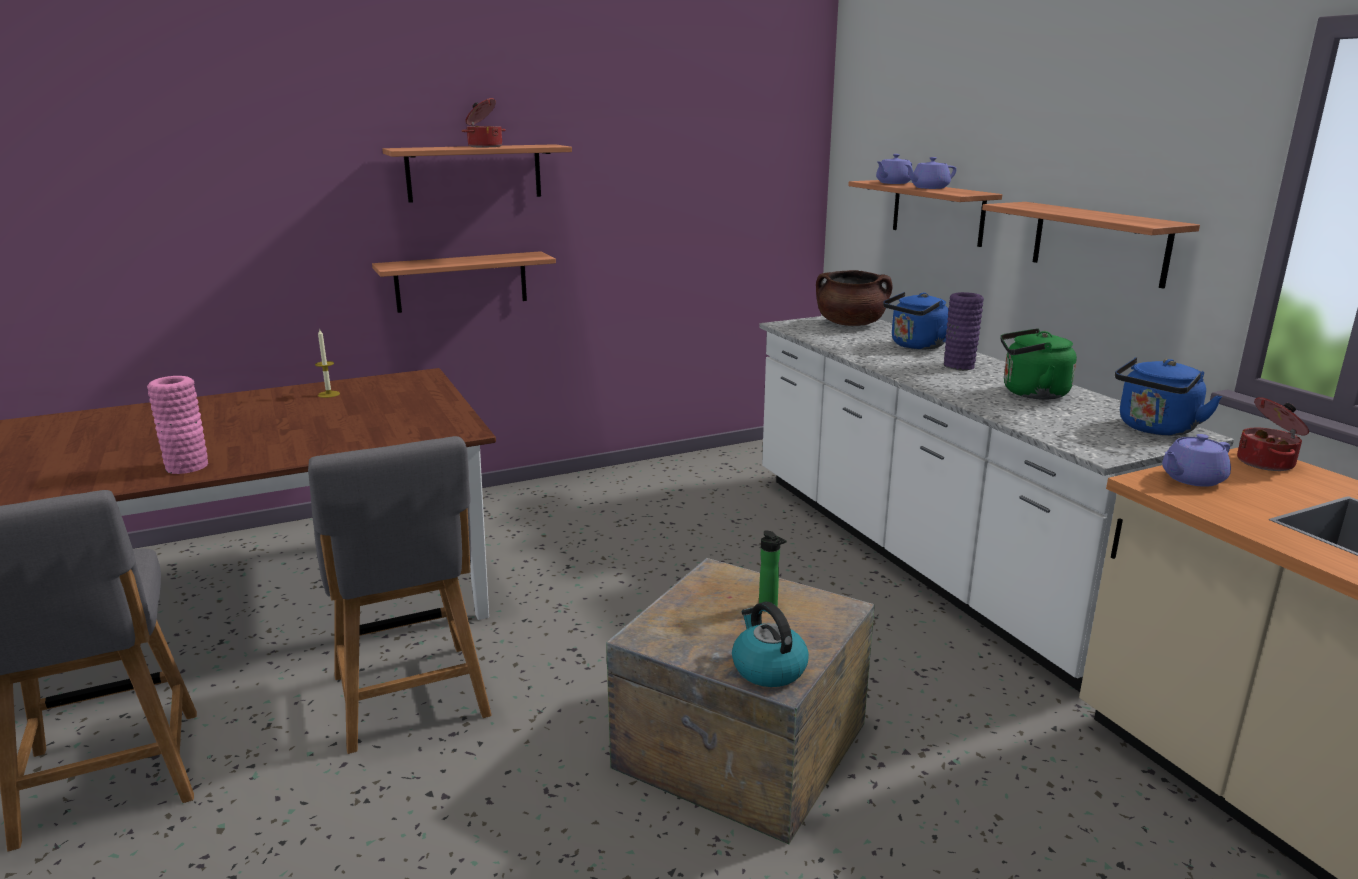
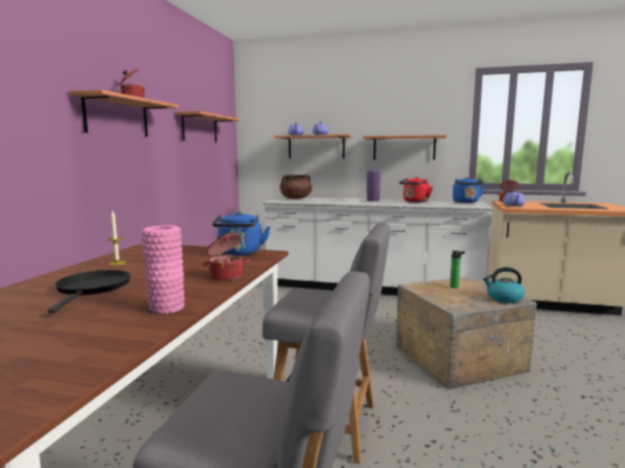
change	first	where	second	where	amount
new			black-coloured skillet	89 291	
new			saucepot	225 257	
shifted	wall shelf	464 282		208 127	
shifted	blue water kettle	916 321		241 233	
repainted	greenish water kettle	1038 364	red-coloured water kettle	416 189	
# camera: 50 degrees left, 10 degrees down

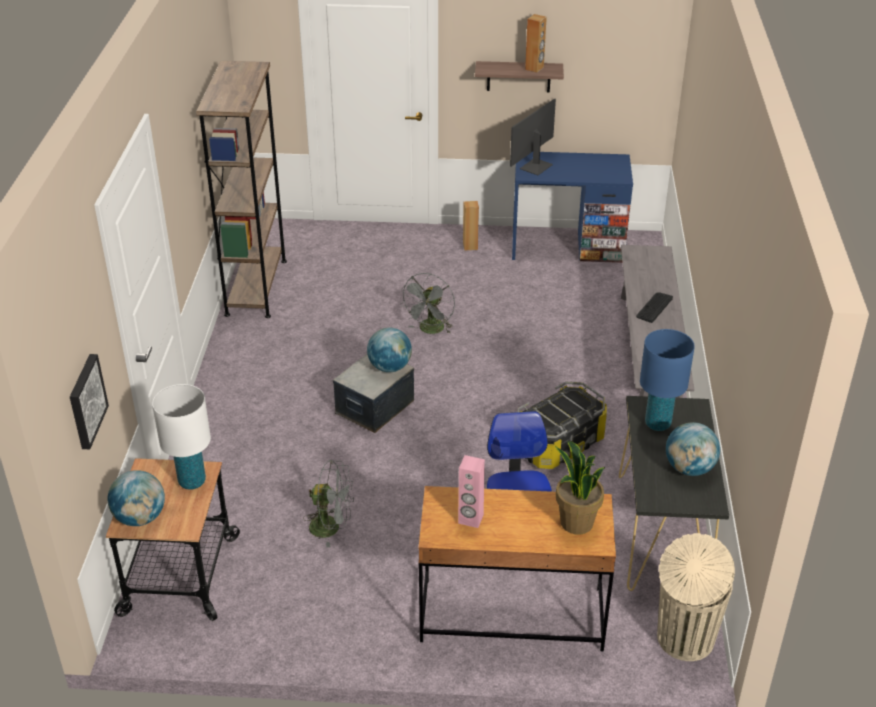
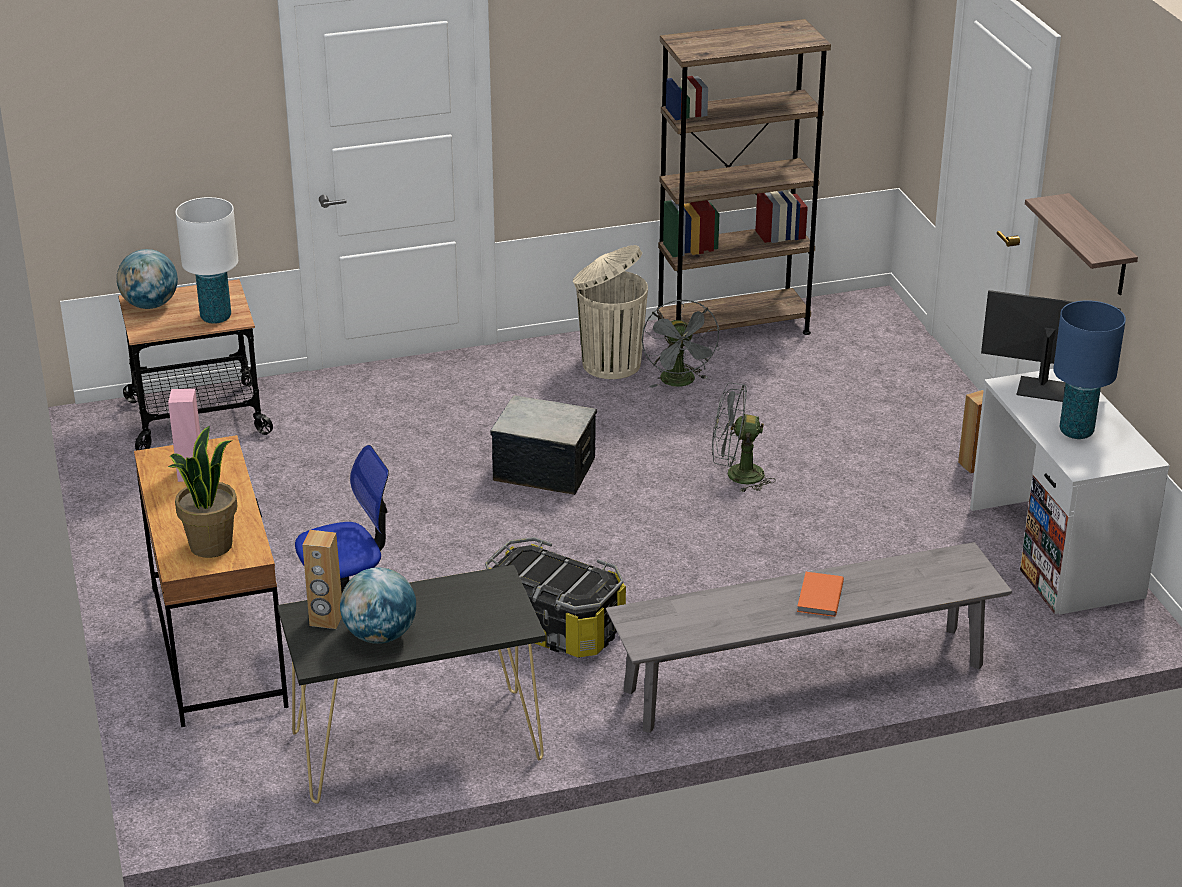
change	first	where	second	where	amount
gone	picture	89 401			
gone	world globe	389 350			
shifted	grey cooling fan	328 504		681 343	
shifted	brown-coloured loudspeaker	536 43		322 579	
shifted	blue tabletop lamp	667 380		1089 369	
shifted	beige trash can	696 597		610 312	
swapped	PC keyboard	654 307	orange volume	820 594	
repainted	blue desk	572 207	whitish desk	1070 492	
# camera: 70 degrees right, 5 degrees down

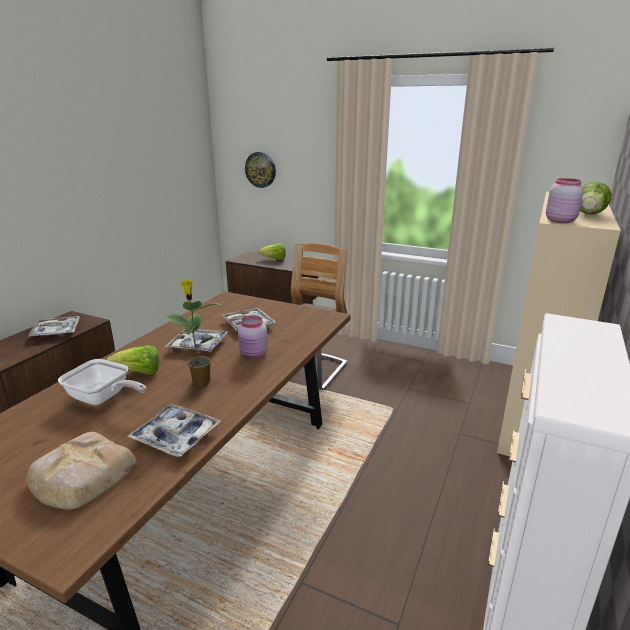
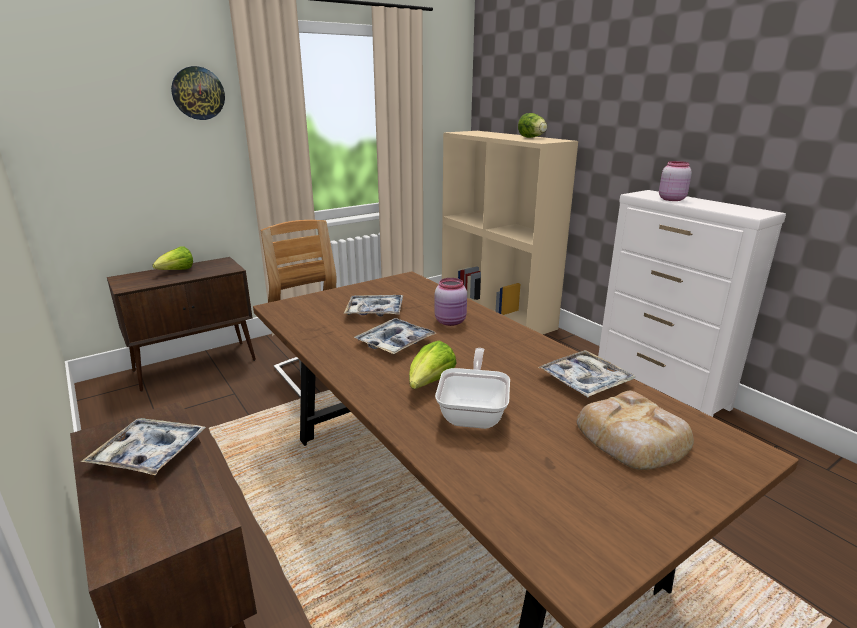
change	first	where	second	where	amount
gone	potted plant	194 333			
shifted	hanging clock	260 170		198 93	
shifted	pink preserve jar	565 200		675 181	
rotated	skillet	102 382		472 388	45 degrees counterclockwise
# camera: 60 degrees left, 0 degrees up

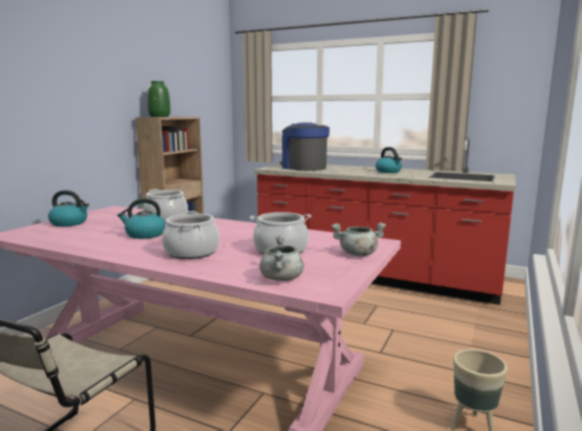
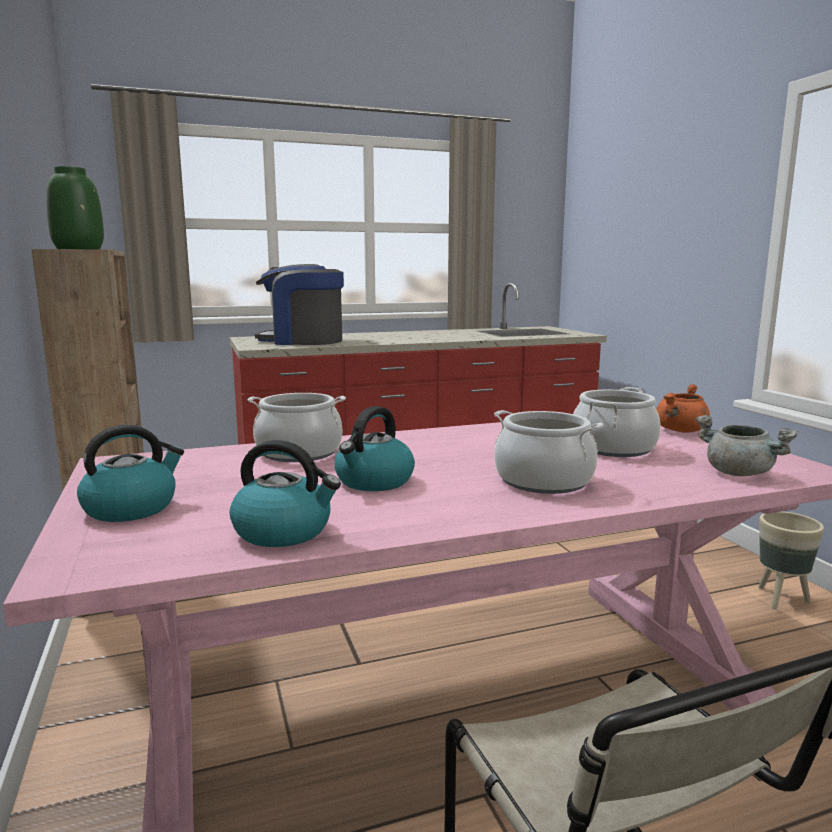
change	first	where	second	where	amount
shifted	water kettle	389 160		285 493	
repainted	grey saucepot	358 239	orange saucepot	683 408	
# camera: 45 degrees left, 0 degrees up

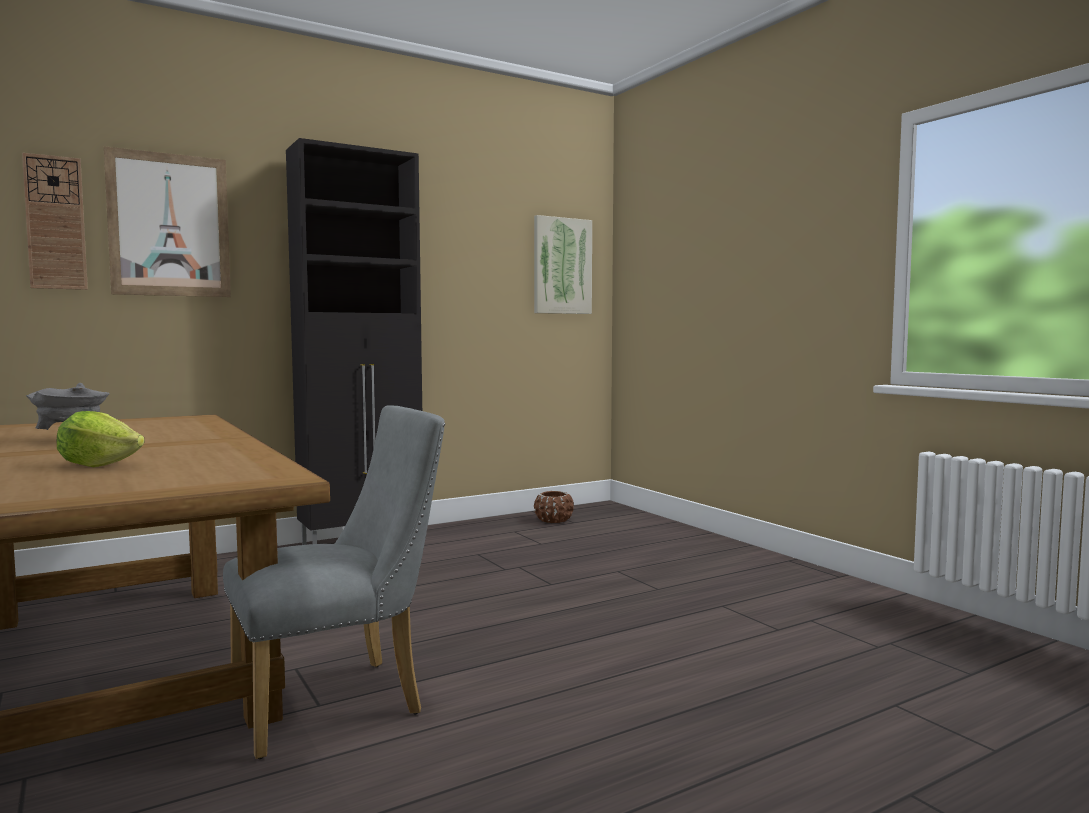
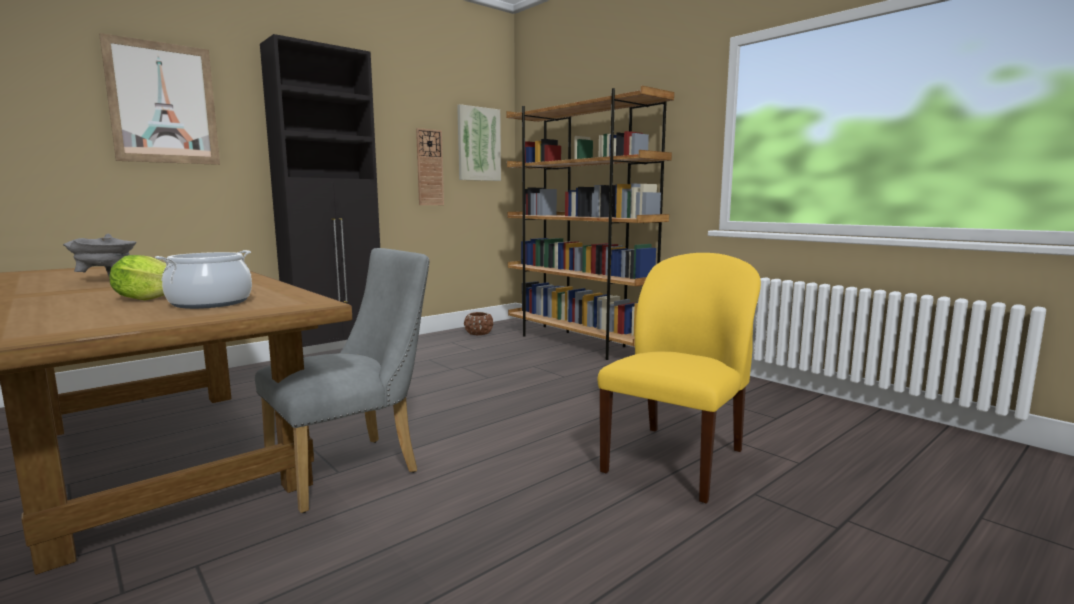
change	first	where	second	where	amount
new			saucepot	203 279	
new			brown-coloured shelving unit	590 223	
new			yellowish plain chair	679 378	
shifted	hanging clock	55 221		430 166	
# camera: 10 degrees left, 5 degrees up

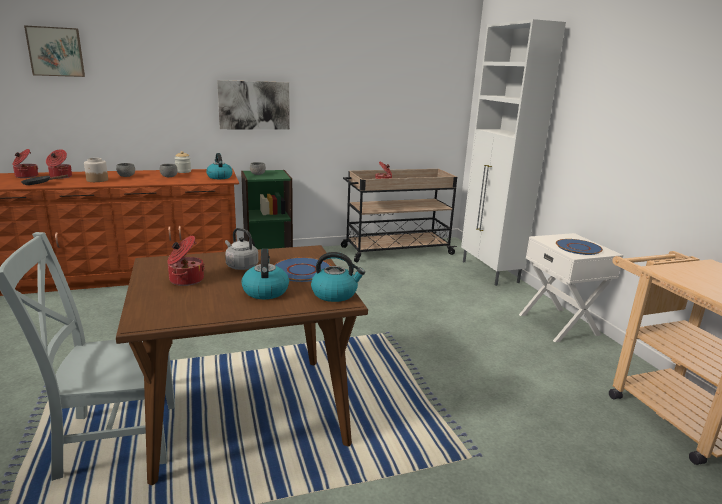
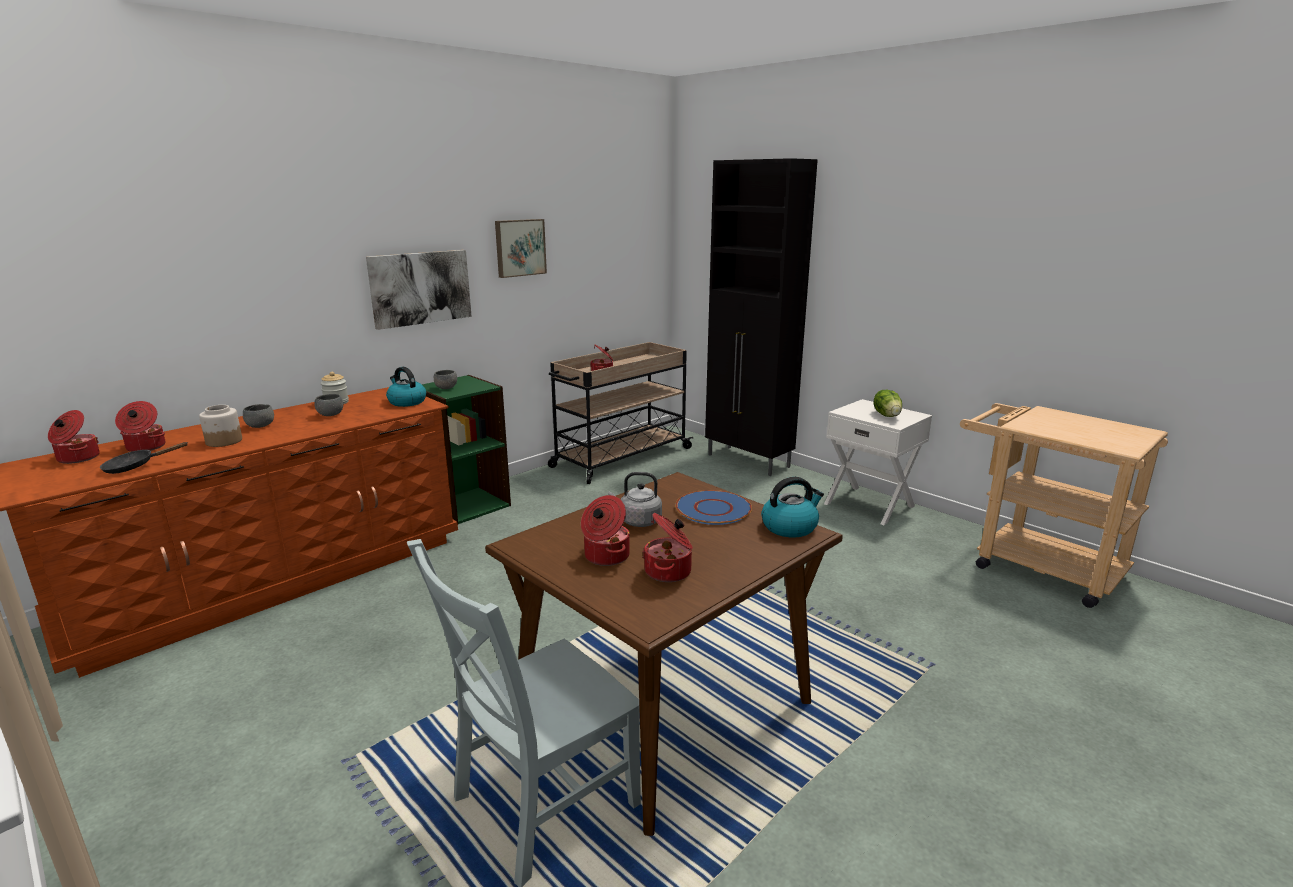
change	first	where	second	where	amount
gone	water kettle	265 274			
new			saucepot	667 547	
shifted	picture	54 51		521 248	
swapped	blue flat dish	579 247	lettuce head	888 403	
repainted	whitish cupboard	513 152	black-coloured cupboard	761 317	
# camera: 25 degrees left, 0 degrees up

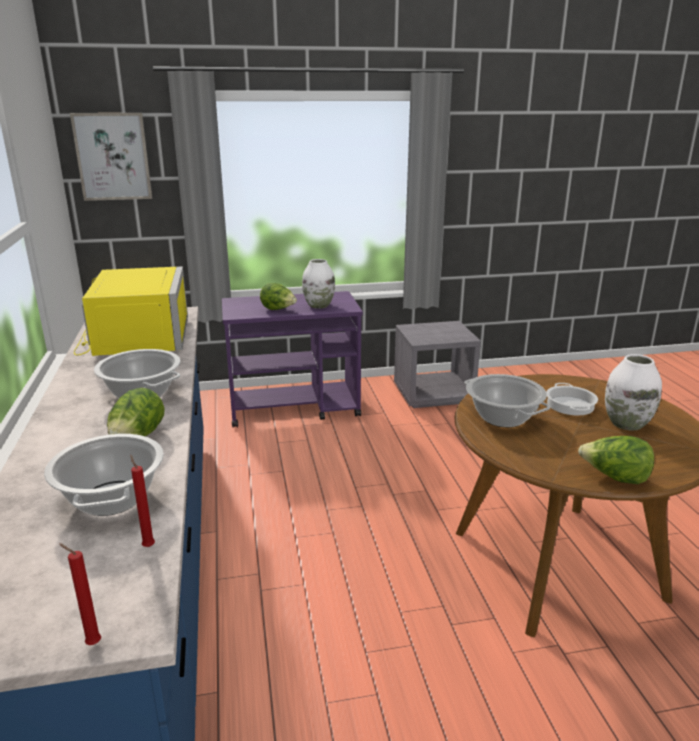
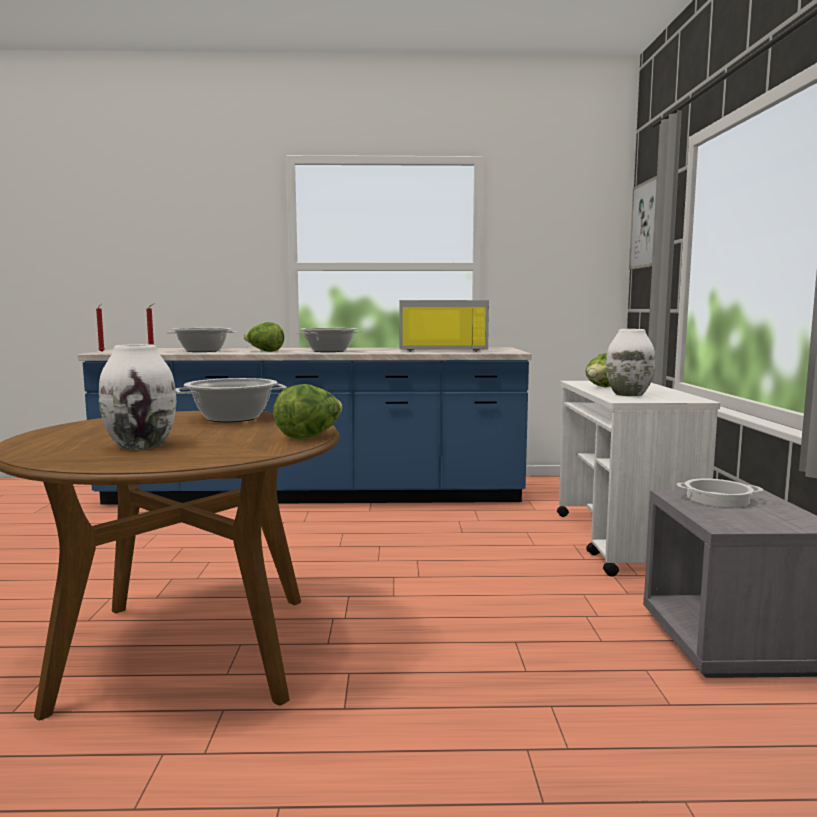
change	first	where	second	where	amount
shifted	saucepot	572 399		720 492	
shifted	lettuce head	616 460		308 411	
repainted	purple trolley	292 359	whitish trolley	638 479	
# camera: 100 degrees right, 15 degrees down

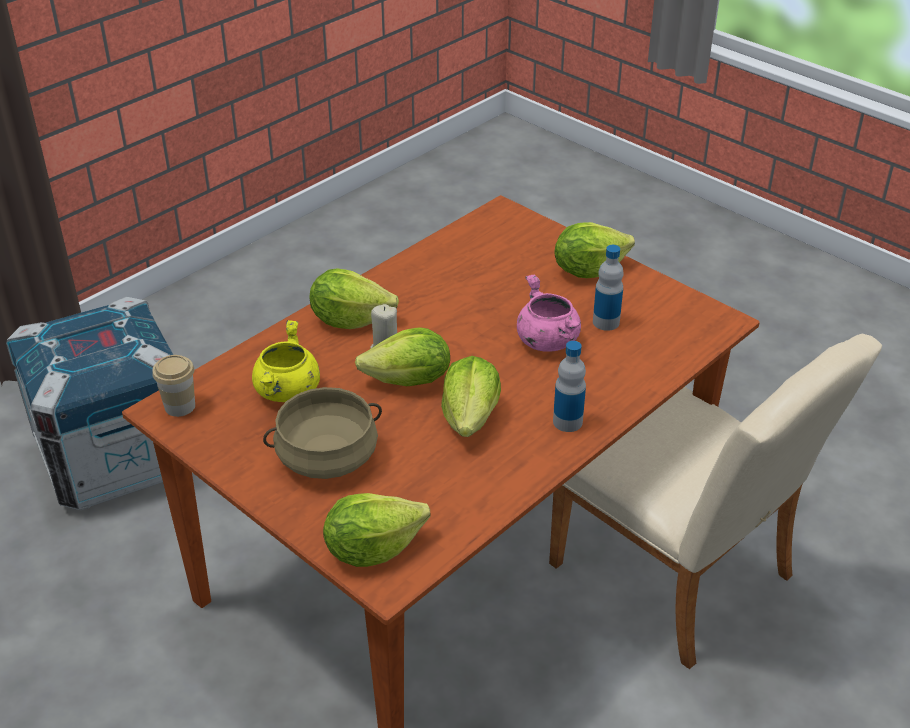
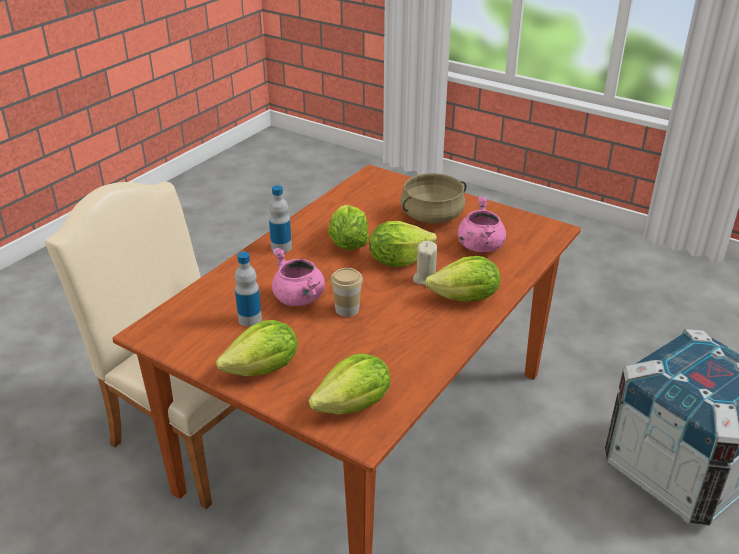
change	first	where	second	where	amount
shifted	drinking cup	173 386		347 292	
shifted	lettuce head	376 530		349 384	
repainted	yellowish saucepot	286 361	pink saucepot	482 224	
# camera: 170 degrees right, 5 degrees down

